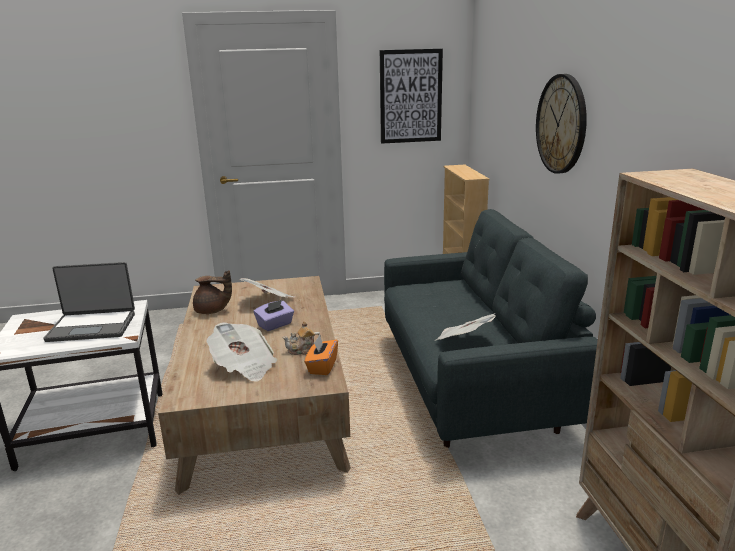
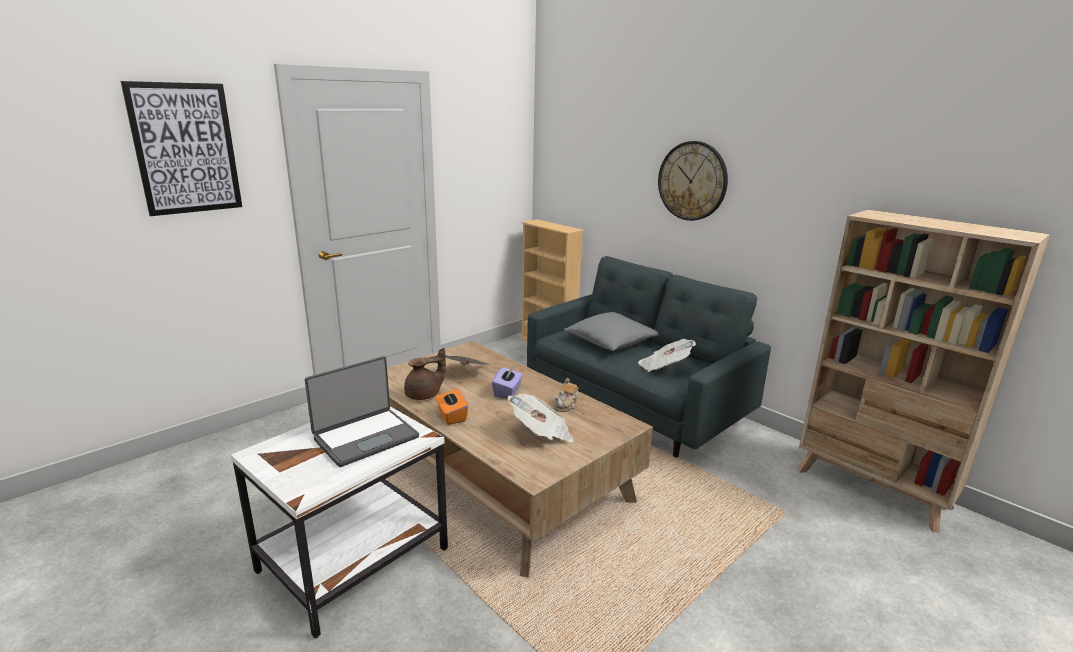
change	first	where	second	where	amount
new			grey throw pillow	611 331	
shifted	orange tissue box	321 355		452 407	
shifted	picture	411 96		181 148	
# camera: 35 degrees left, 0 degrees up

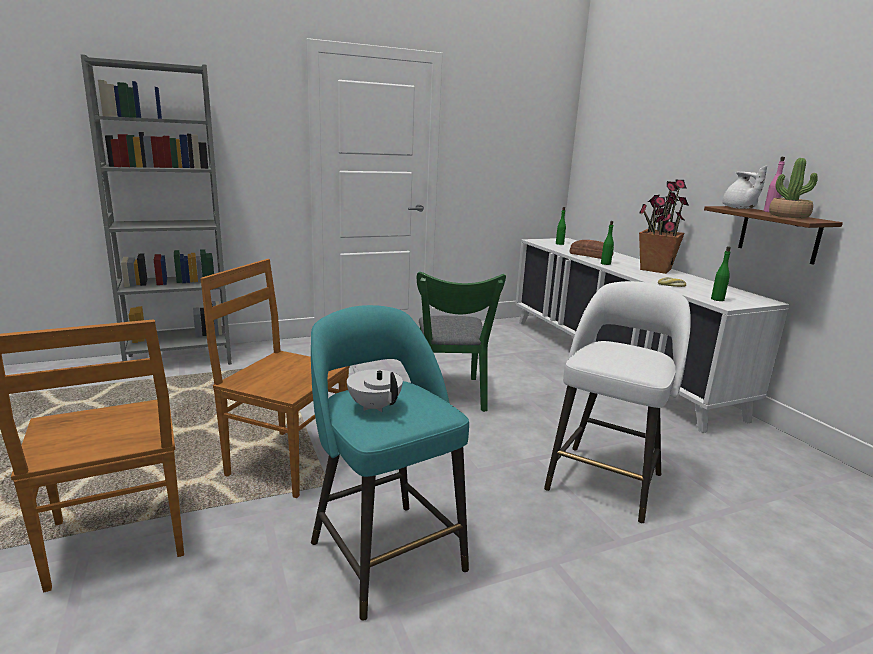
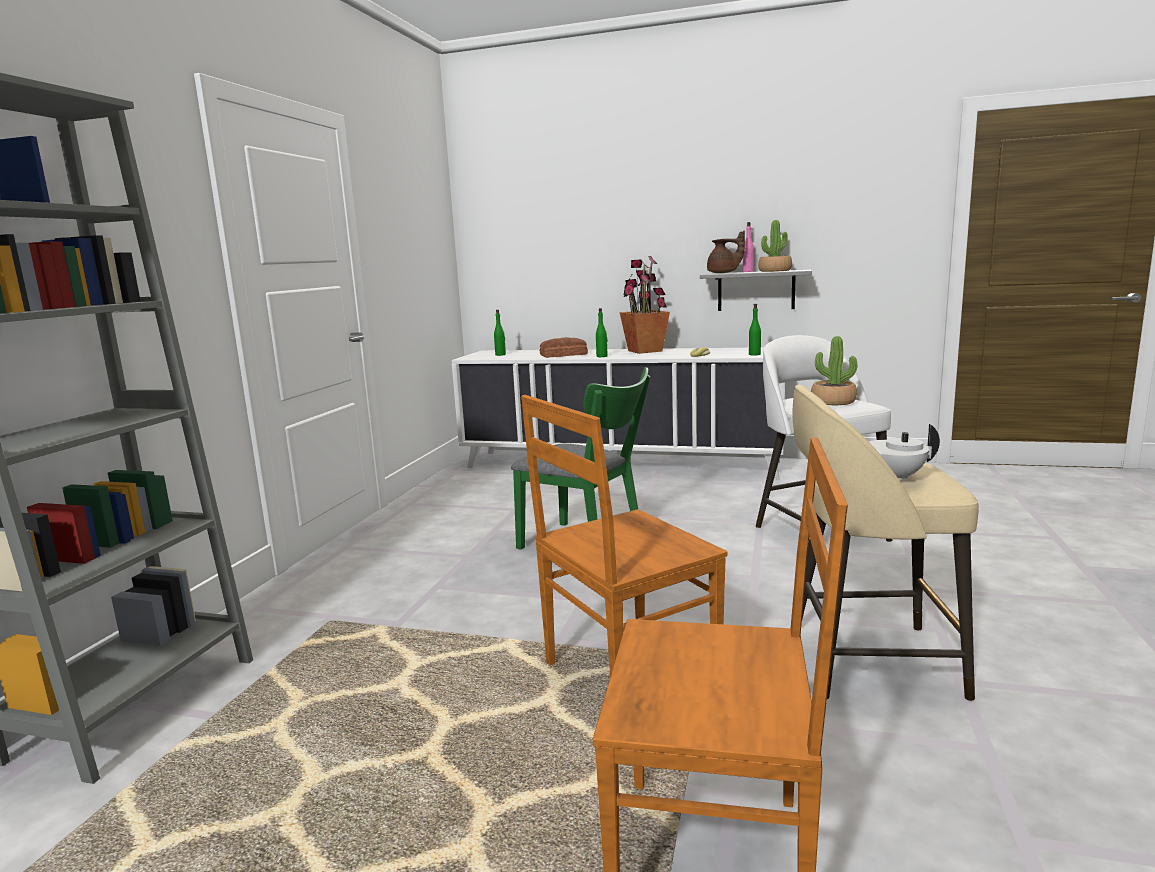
change	first	where	second	where	amount
new			potted plant	834 370	
repainted	turquoise sitting stool	390 463	beige sitting stool	885 542	
repainted	brown-coloured wall shelf	773 235	grey wall shelf	756 290	
repainted	whitish tea pot	744 187	brown-coloured tea pot	726 252	
# camera: 50 degrees left, 5 degrees down

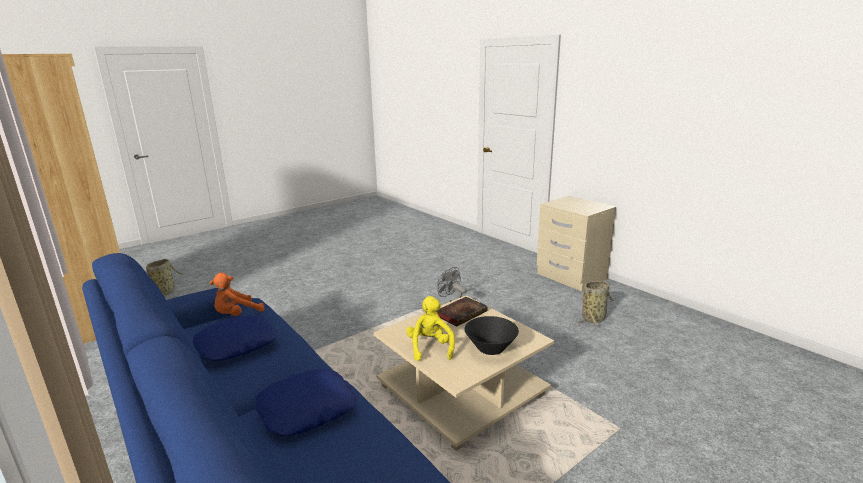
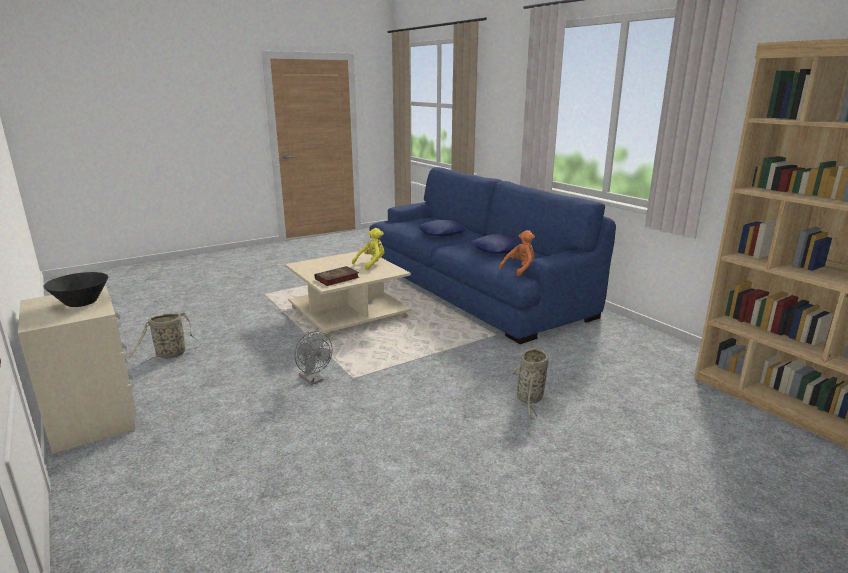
change	first	where	second	where	amount
shifted	storage basket	164 278		530 383	
shifted	black-coloured serving bowl	492 335		75 289	
rotated	yellowish cuddly toy	430 328		368 249	135 degrees counterclockwise
# camera: 175 degrees left, 0 degrees up

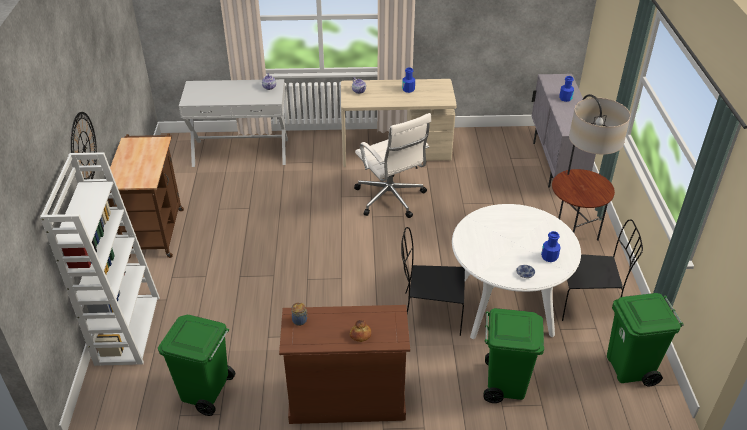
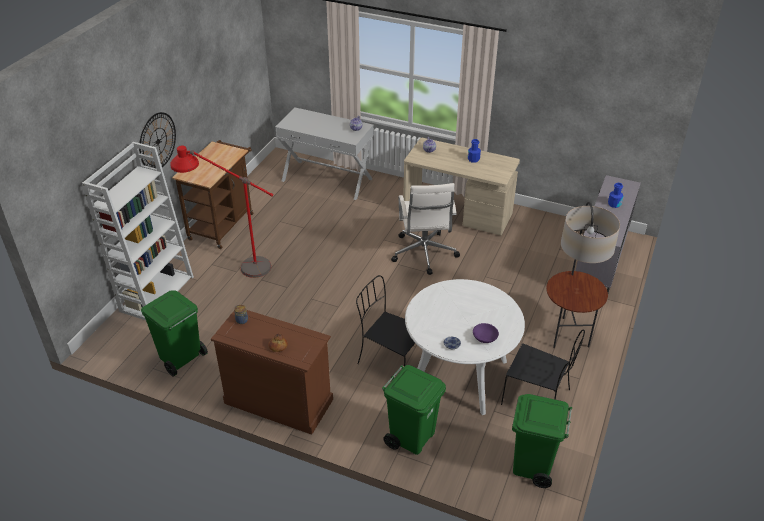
change	first	where	second	where	amount
new			red-coloured floor lamp	221 211	
swapped	blue beverage bottle	550 246	purple serving bowl	486 333	
# camera: 25 degrees right, 0 degrees up

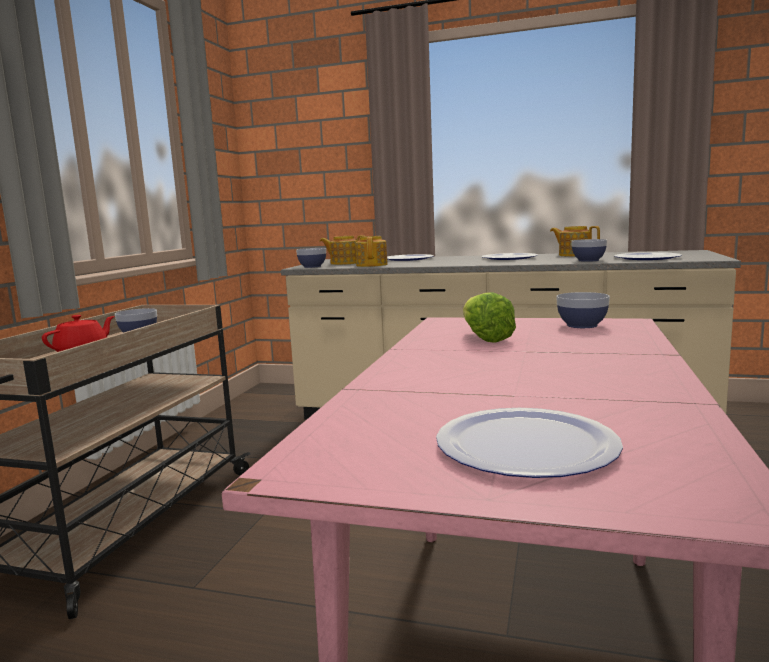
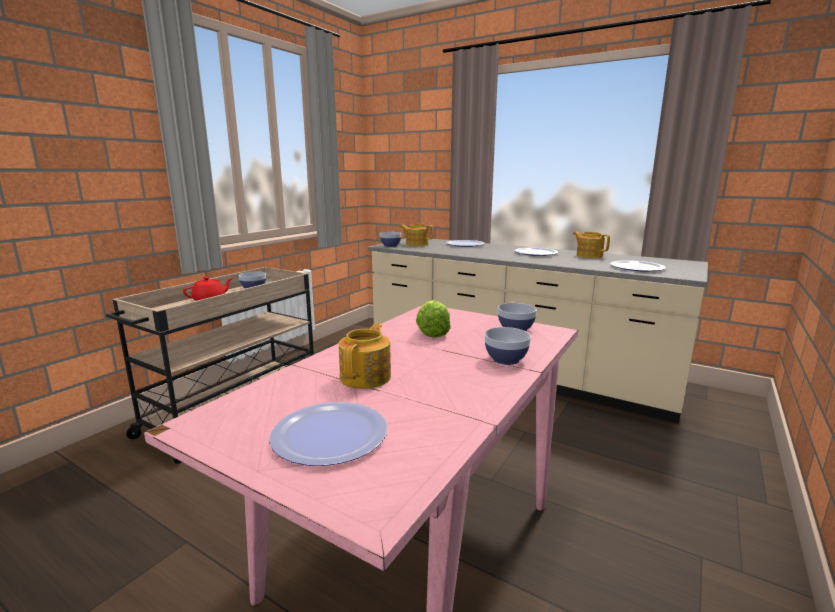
change	first	where	second	where	amount
shifted	tea pot	371 251		365 356	
shifted	serving bowl	589 250		507 346	
# camera: 15 degrees right, 5 degrees up

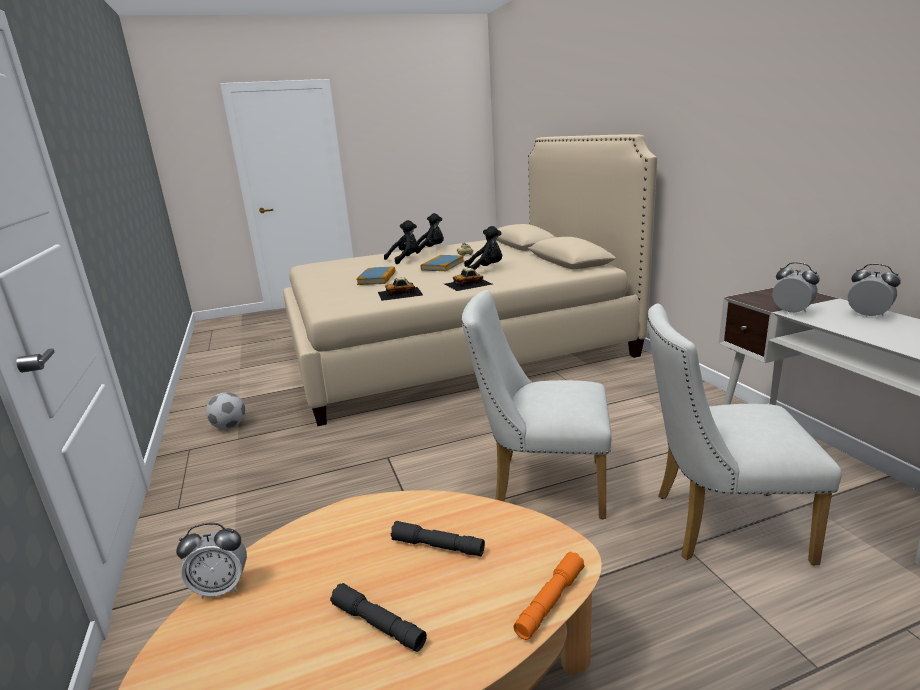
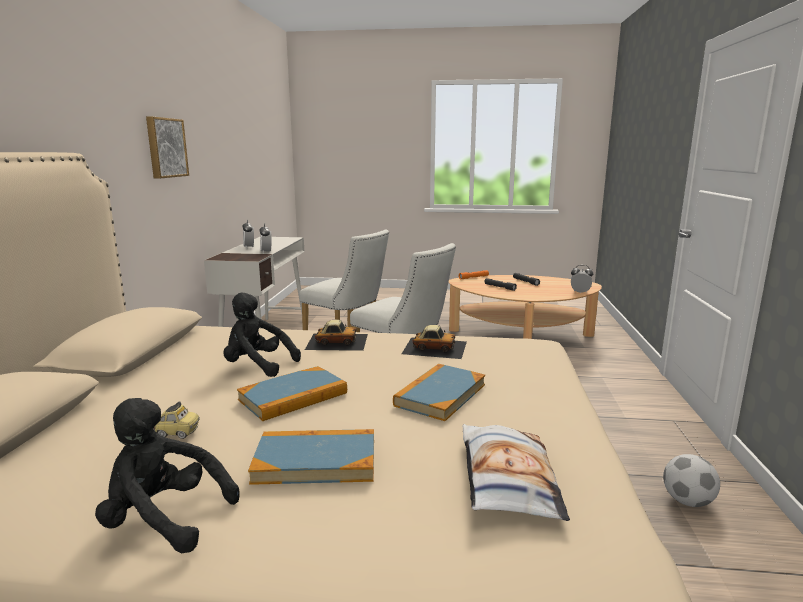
change	first	where	second	where	amount
new			picture	167 148	
new			throw pillow	516 472	
swapped	black-coloured cuddly toy	401 242	volume	311 457	
# camera: 155 degrees left, 5 degrees down

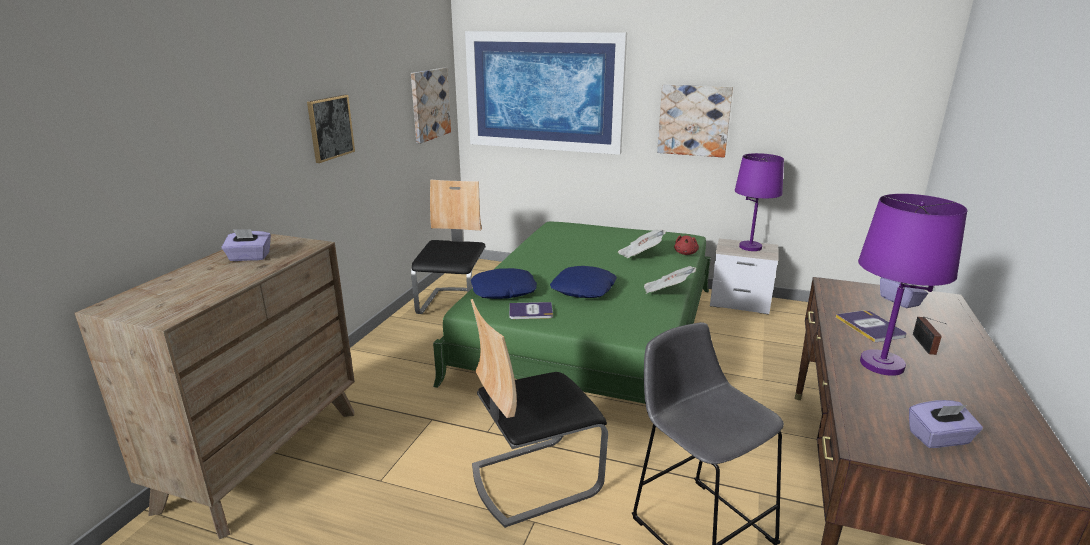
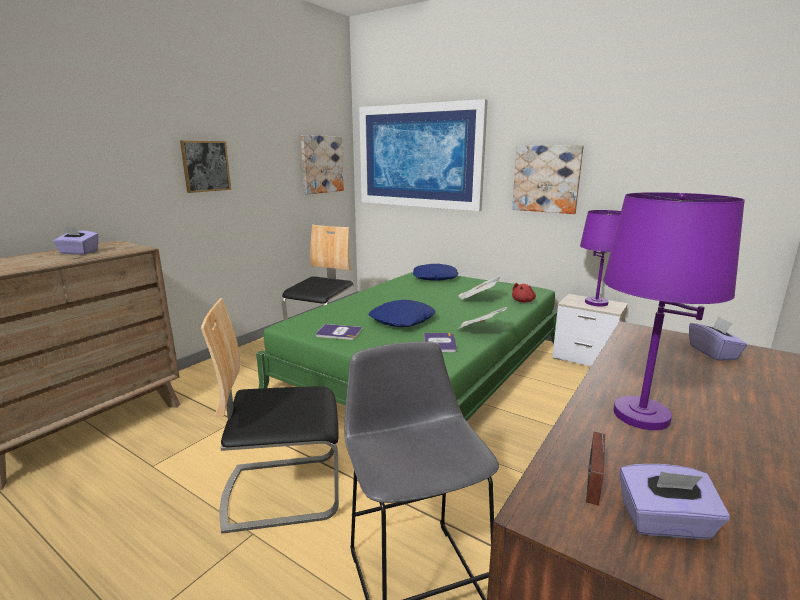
change	first	where	second	where	amount
shifted	blue throw pillow	504 283		435 272	
shifted	volume	871 326		440 342	
shifted	radio set	929 336		595 469	
# camera: 15 degrees right, 5 degrees down

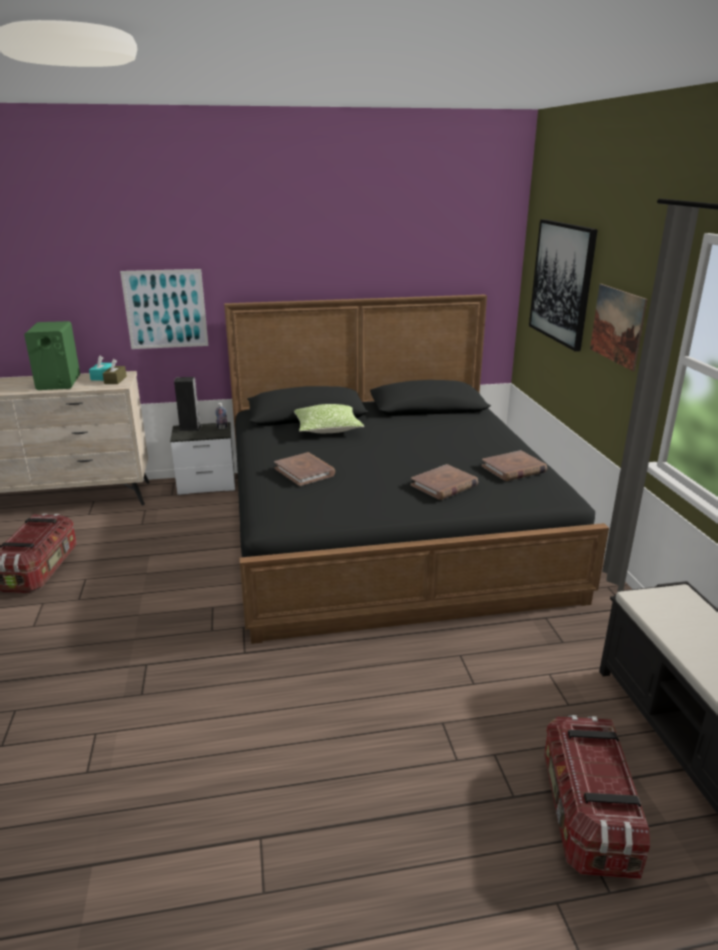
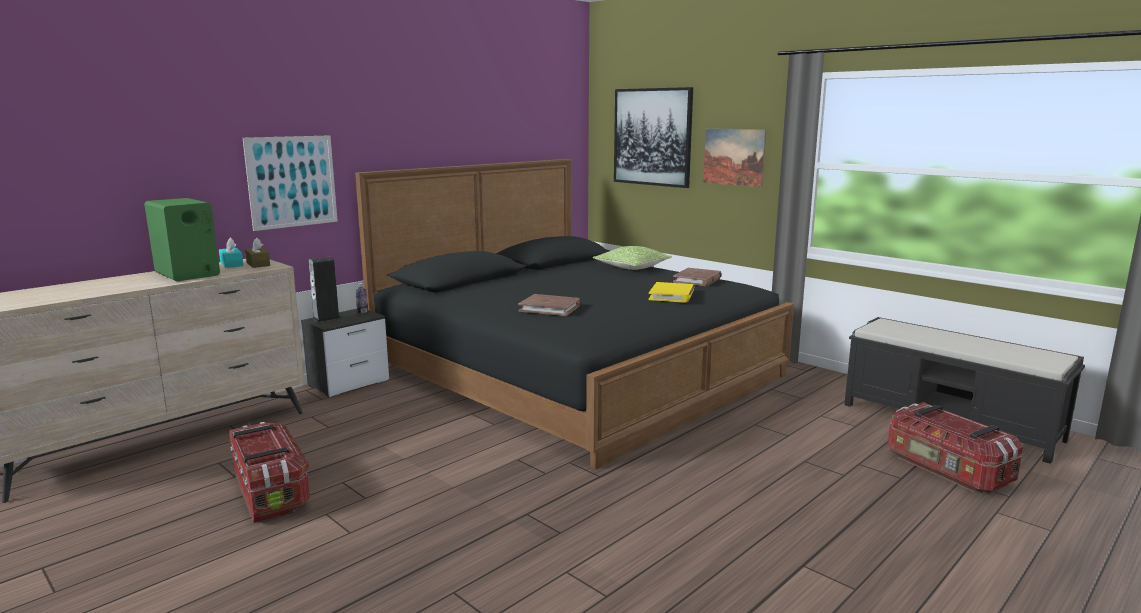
change	first	where	second	where	amount
shifted	throw pillow	329 418		632 258	
repainted	brown-coloured volume	444 482	yellowish volume	672 292	
# camera: 35 degrees left, 10 degrees down

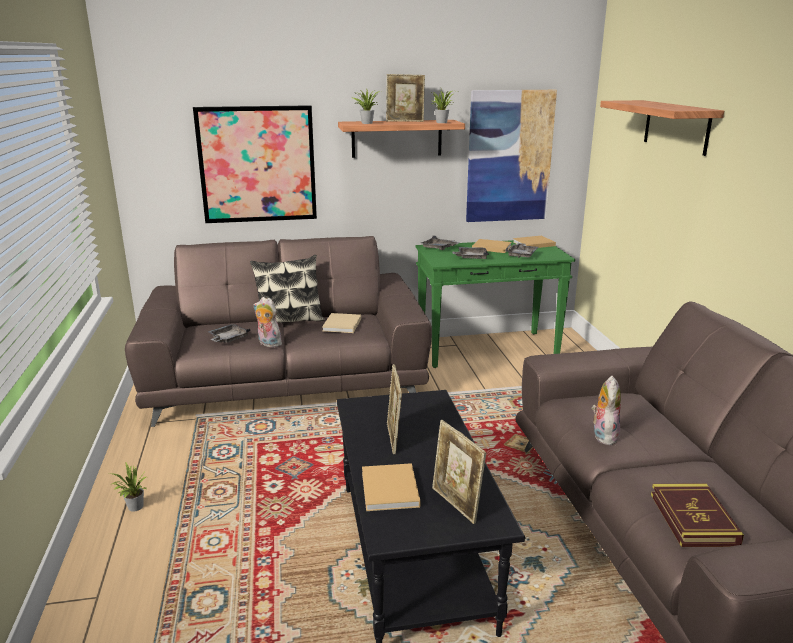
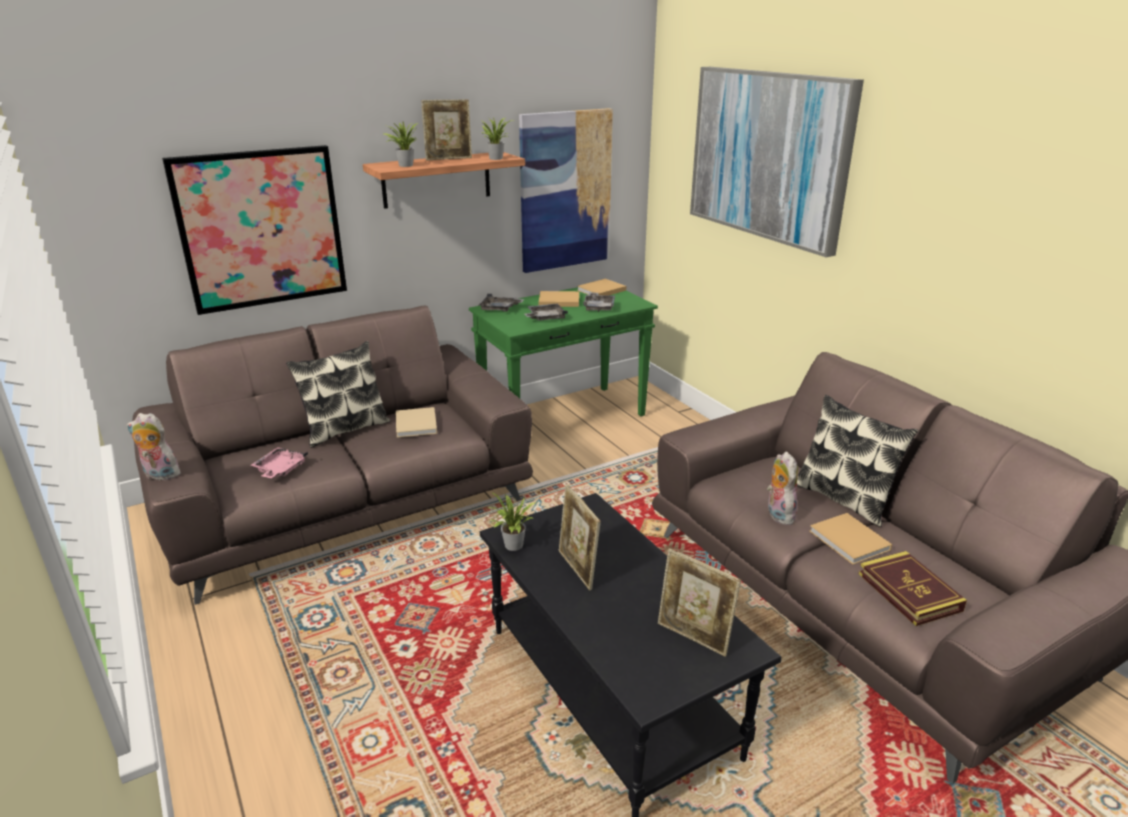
change	first	where	second	where	amount
new			throw pillow	857 461	
shifted	potted plant	127 487		513 521	
shifted	cuddly toy	268 322		154 446	
shifted	beige volume	391 487		850 539	
swapped	wall shelf	662 128	picture	777 162	
repainted	grey tray	229 333	pink tray	279 462	
# camera: 20 degrees left, 5 degrees up

